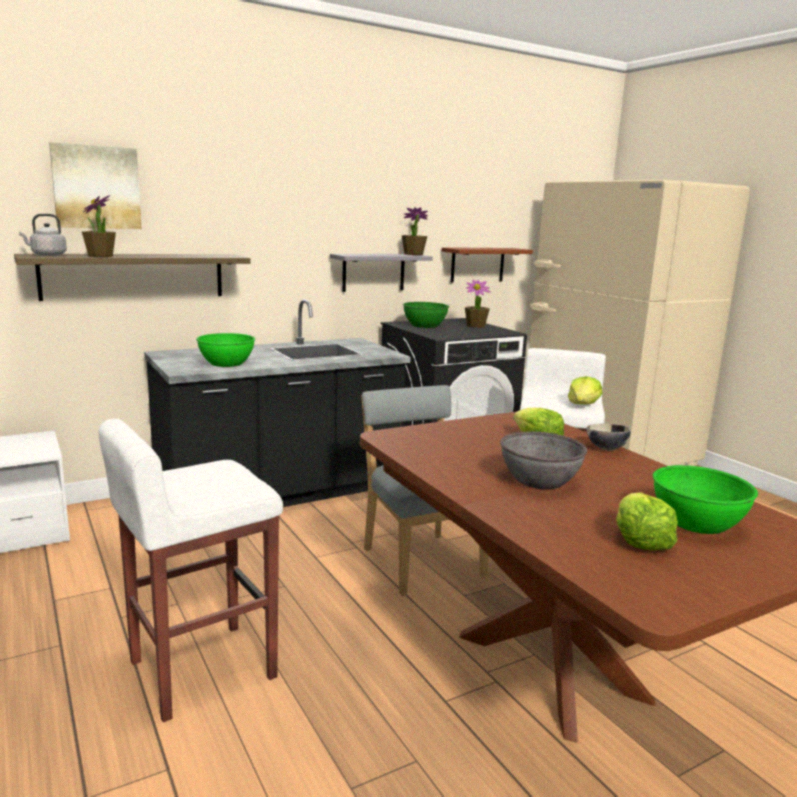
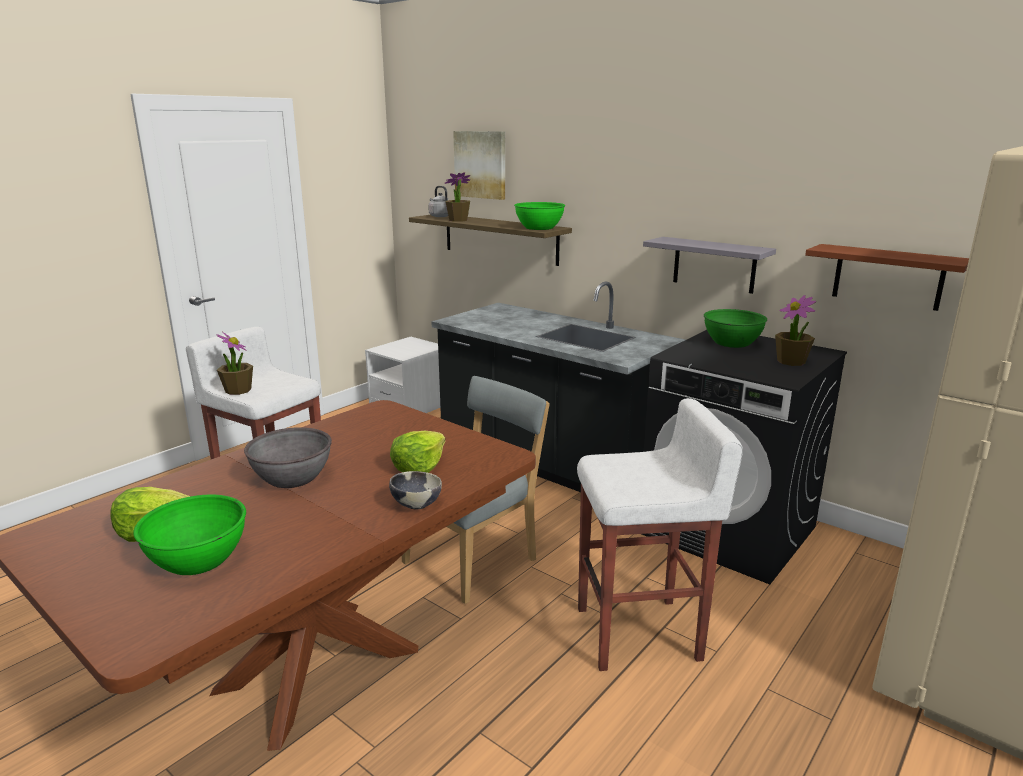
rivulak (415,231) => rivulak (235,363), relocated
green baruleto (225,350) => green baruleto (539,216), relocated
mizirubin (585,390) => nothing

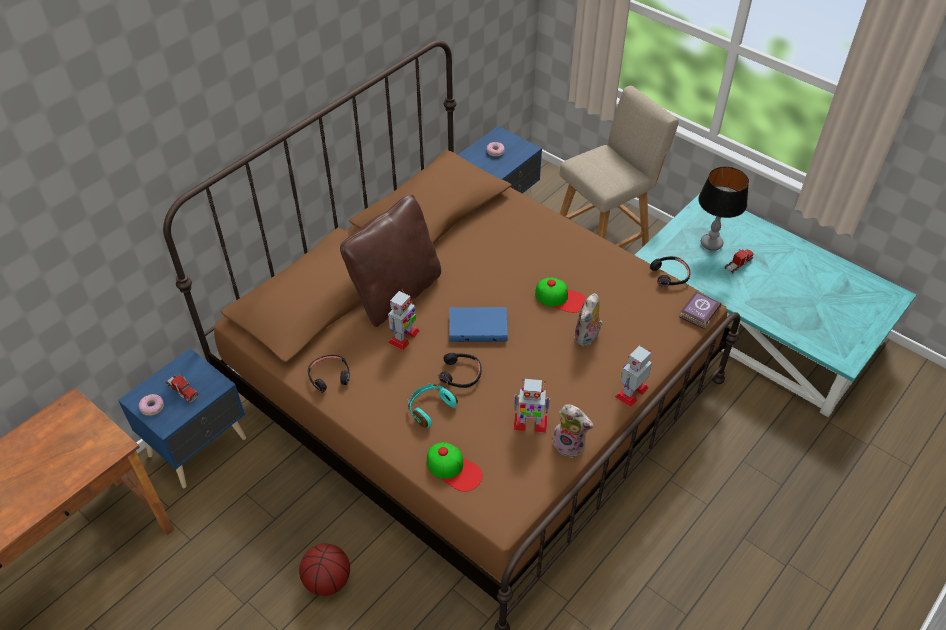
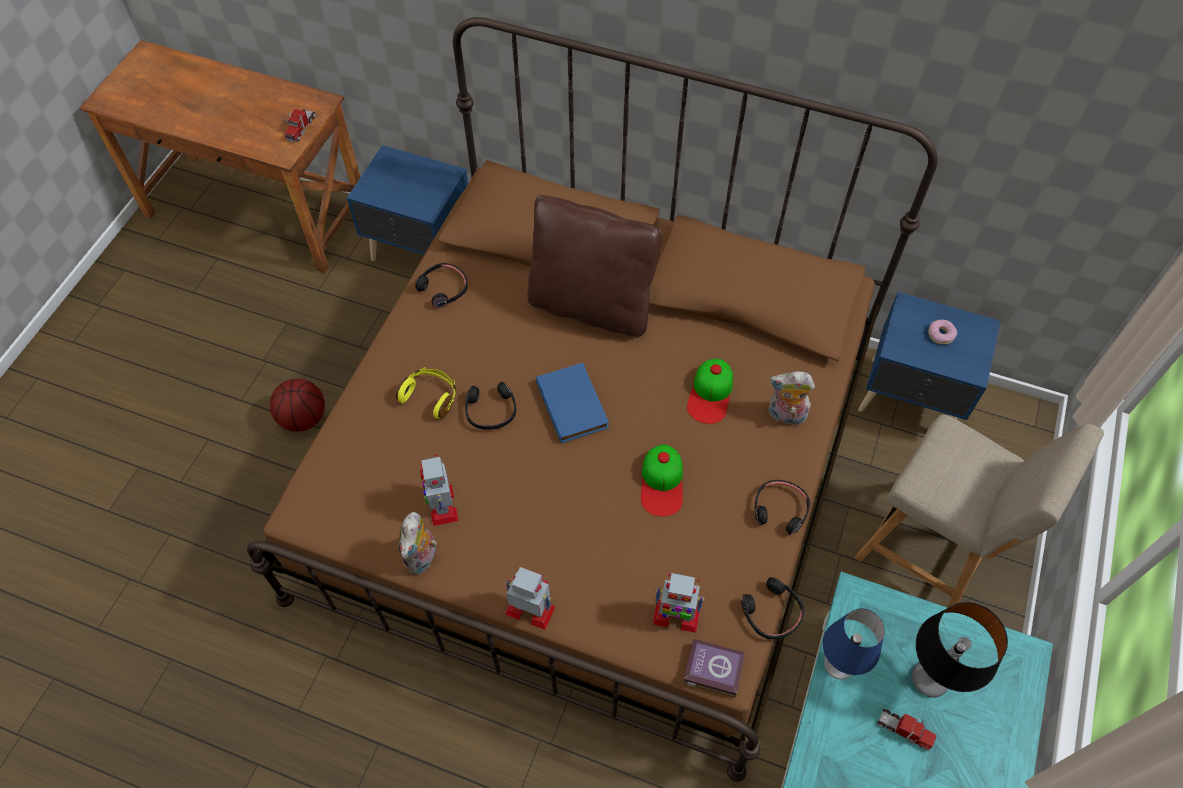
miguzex (182,389) => miguzex (300,125), relocated
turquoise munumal (433,406) => yellow munumal (426,393)
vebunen (404,319) => vebunen (678,603), relocated
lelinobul (455,467) => lelinobul (710,391), relocated
nothing => black munumal (782,507)
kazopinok (588,320) => kazopinok (792,399), relocated
nothing => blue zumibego (854,644)
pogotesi (151,405) => nothing

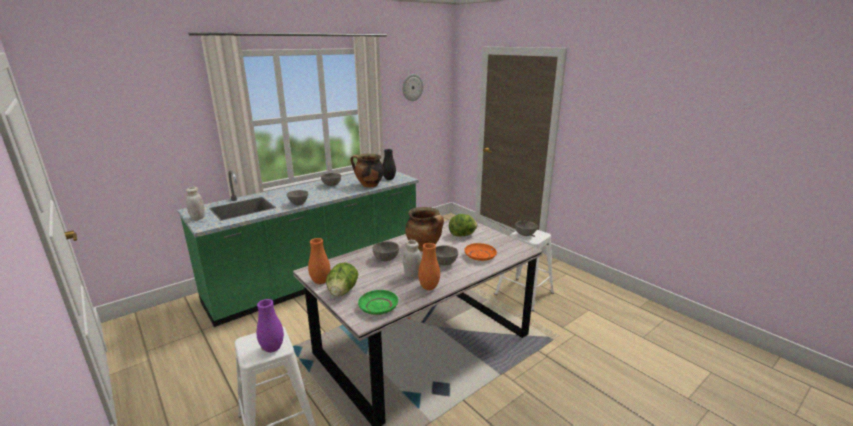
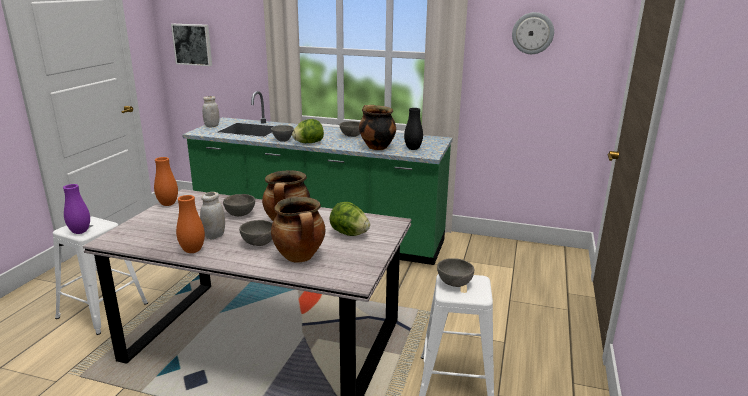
nothing => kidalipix (191,45)
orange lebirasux (480,252) => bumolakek (298,230)
mizirubin (342,279) => mizirubin (308,131), relocated
green lebirasux (378,302) => nothing

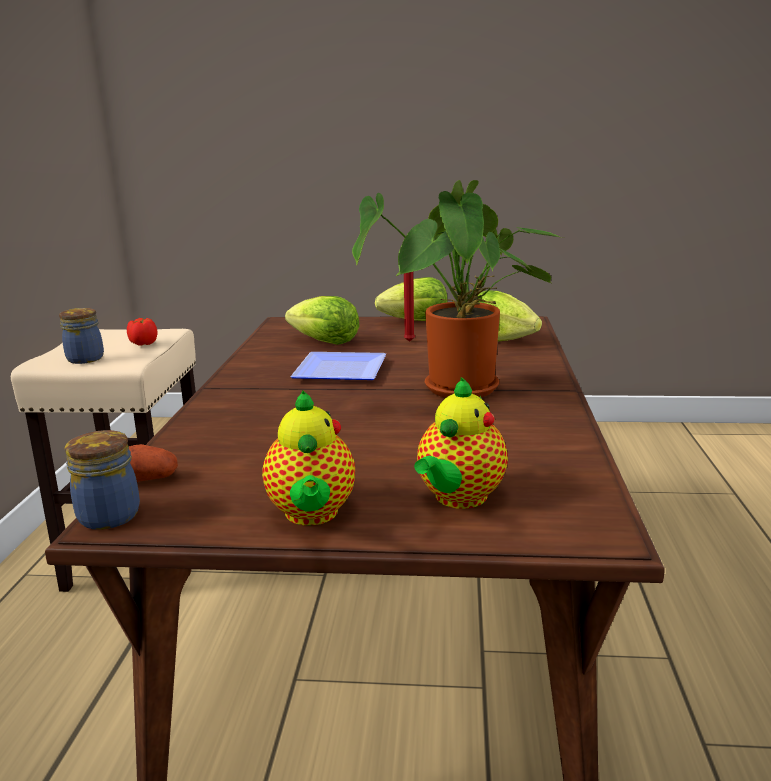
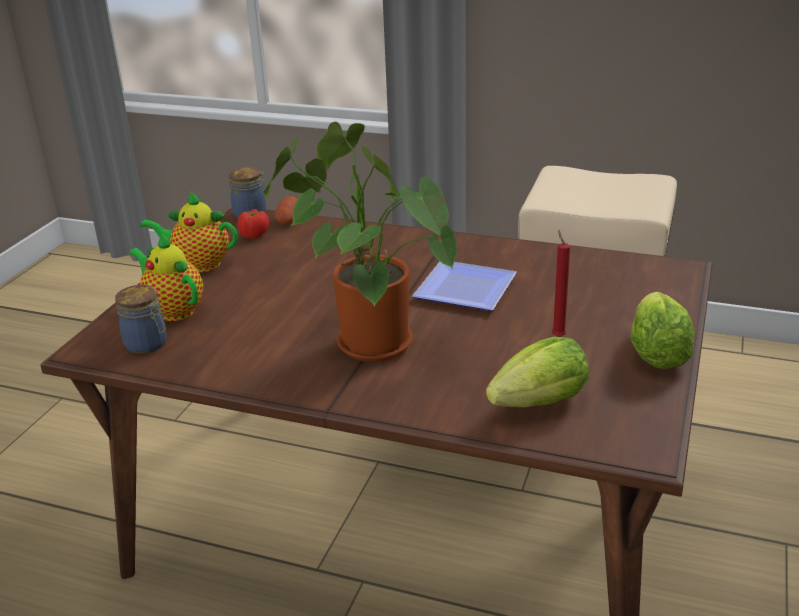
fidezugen (81,336) => fidezugen (141,319), relocated
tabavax (142,332) => tabavax (253,224), relocated
mizirubin (322,320) => nothing

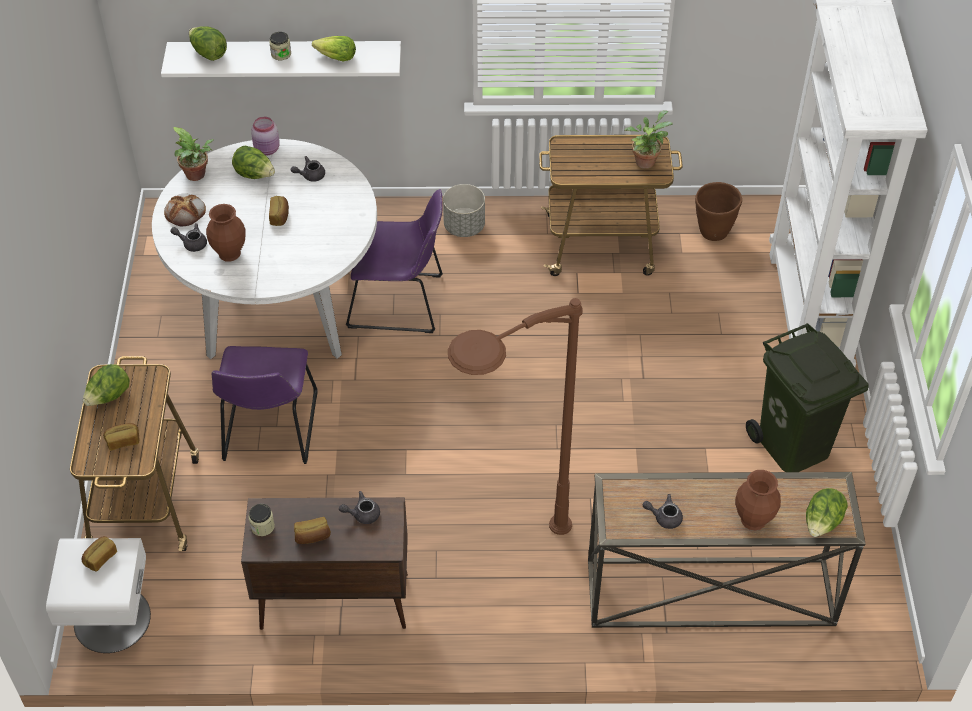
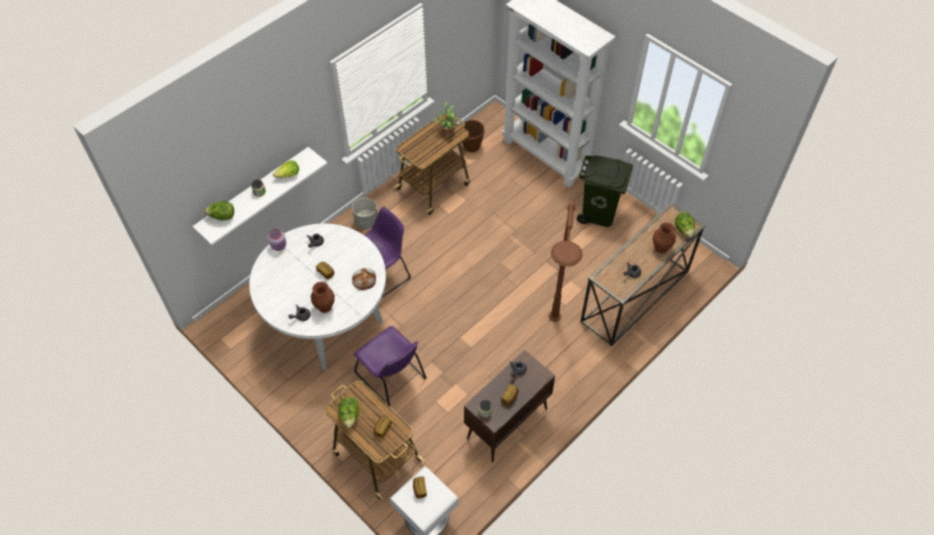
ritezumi (185,209) => ritezumi (364,279), relocated
rivulak (193,154) => nothing
mizirubin (253,162) => nothing

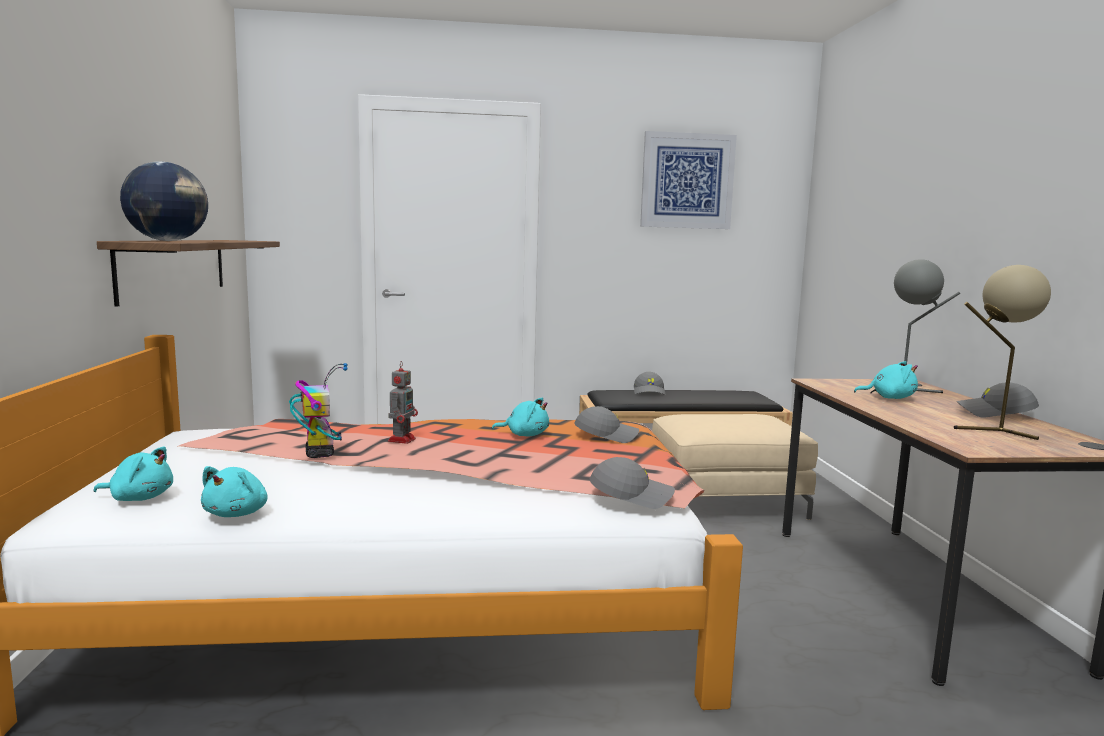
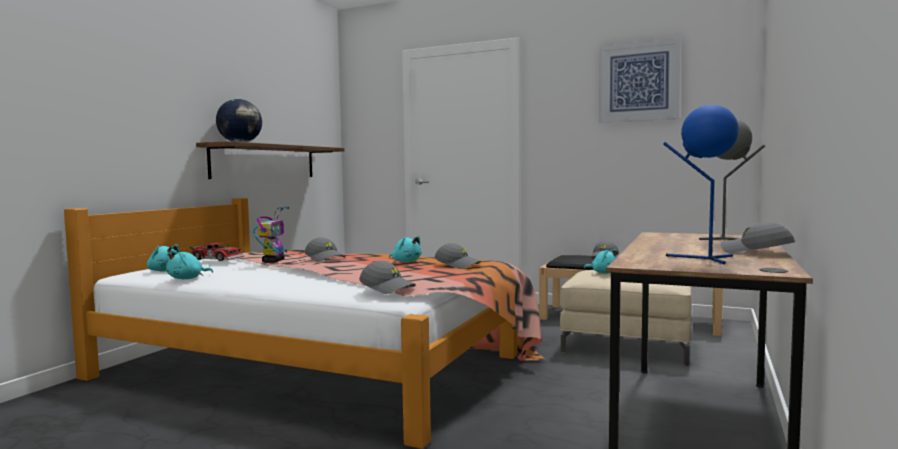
nothing => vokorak (217,251)
vebunen (403,402) => grey lelinobul (325,249)
turquoise kazopinok (886,380) => turquoise kazopinok (600,261), relocated
beige zumibego (1002,352) => blue zumibego (701,184)

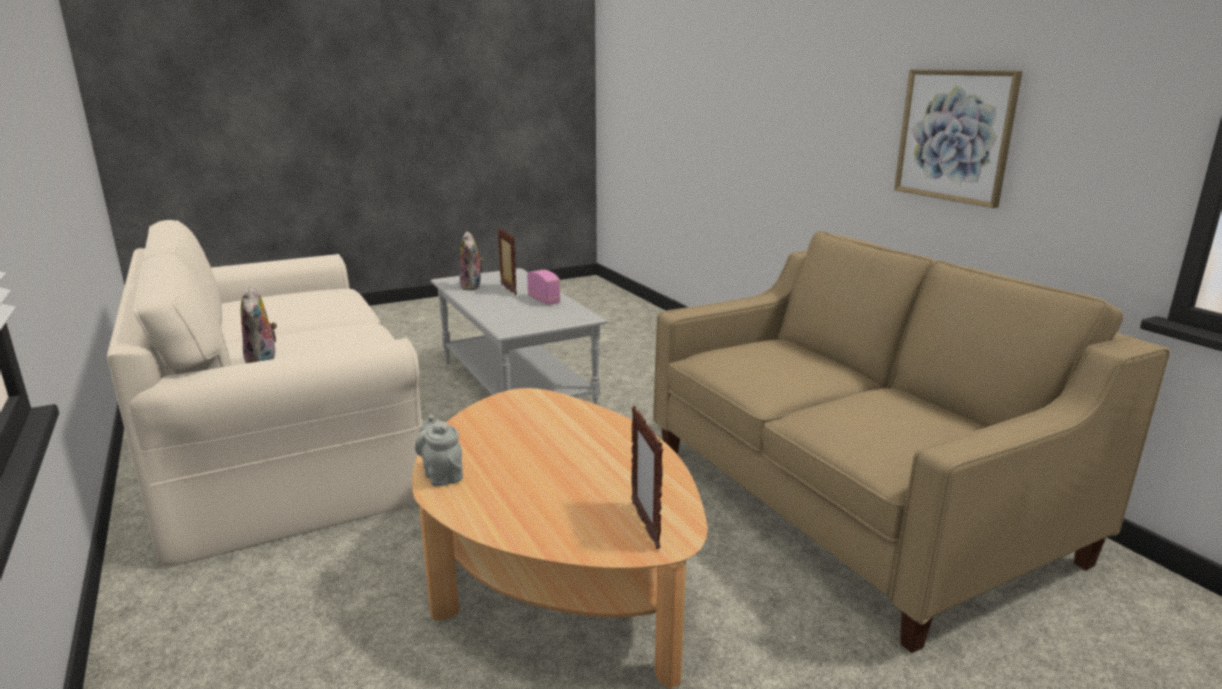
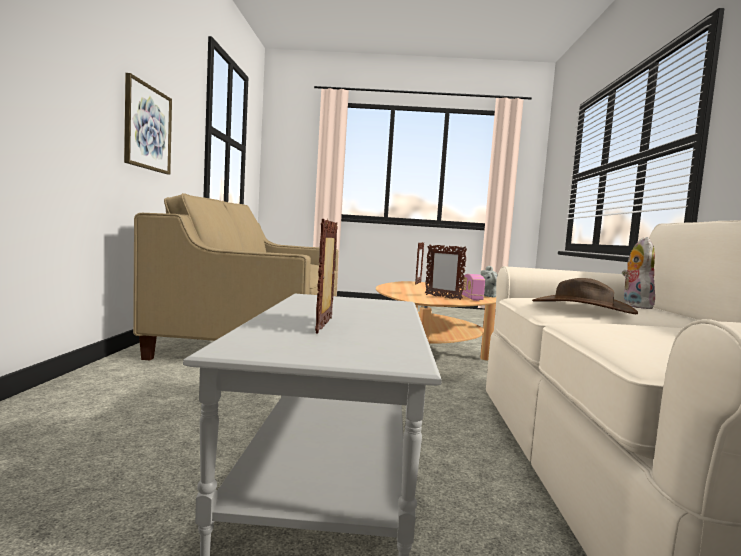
nothing => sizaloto (446,272)
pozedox (543,287) => pozedox (473,287), relocated
nothing => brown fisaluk (585,296)
kazopinok (471,260) => nothing

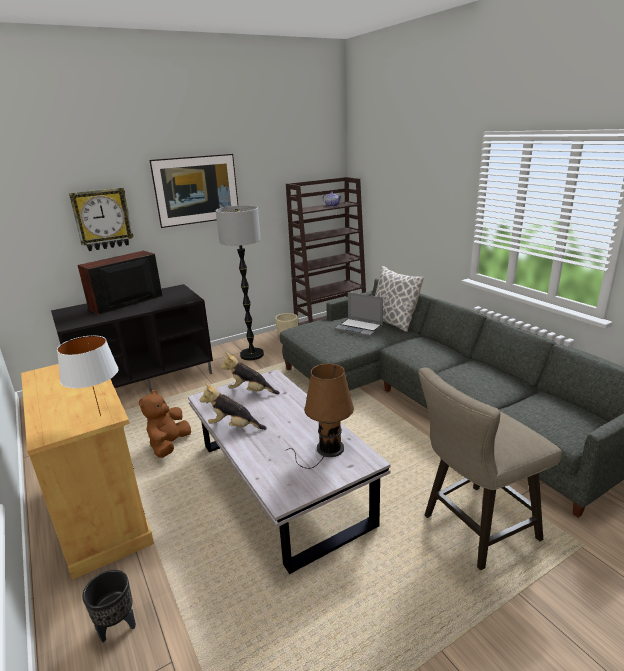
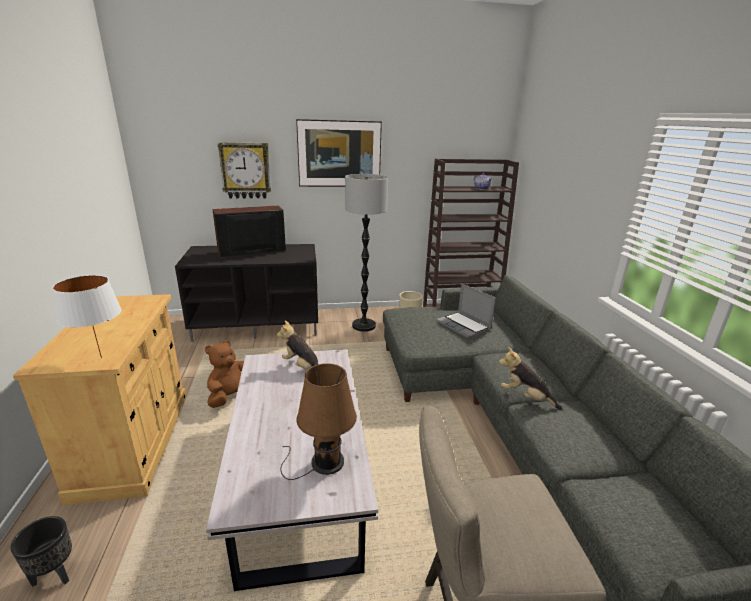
kazopinok (233,406) => kazopinok (530,378), relocated
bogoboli (399,299) => nothing

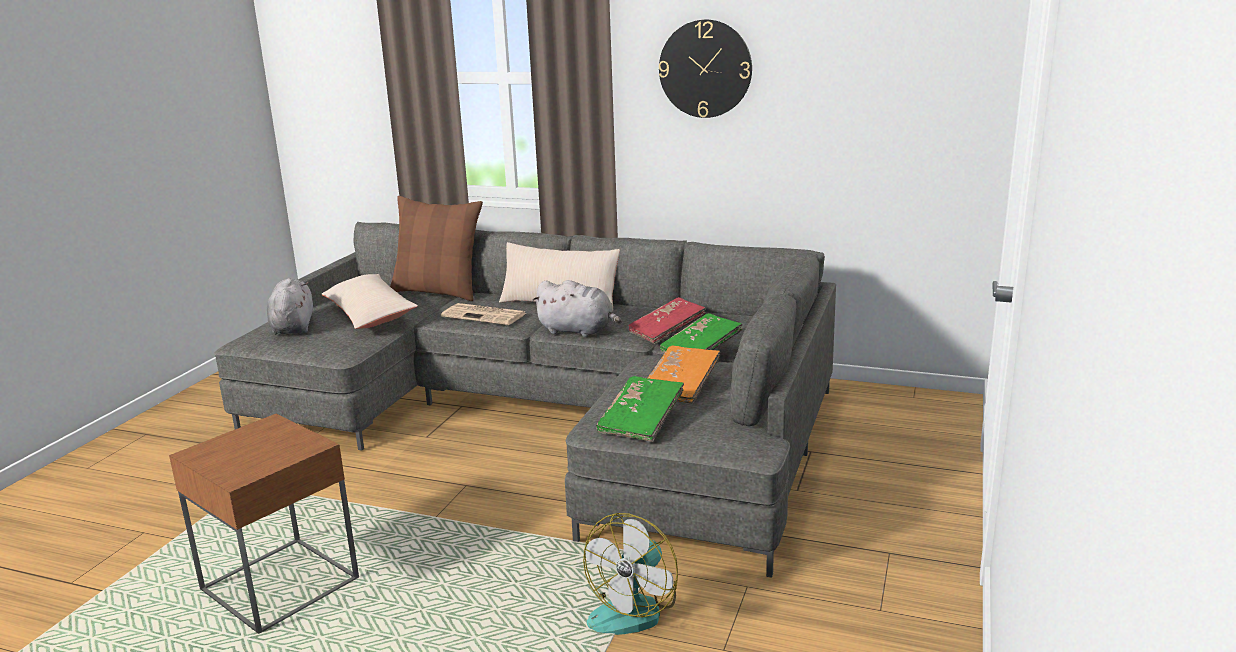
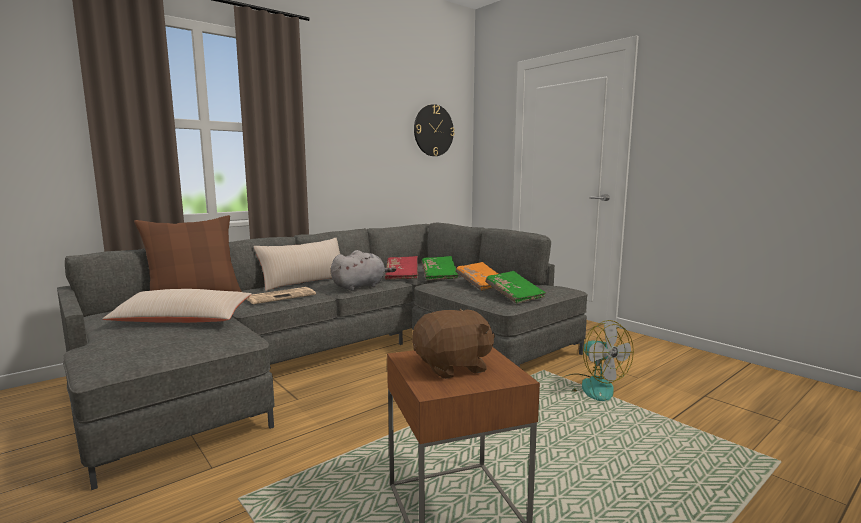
nothing => brown kazopinok (453,343)
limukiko (705,69) => limukiko (434,130), relocated
grey kazopinok (290,306) => nothing

